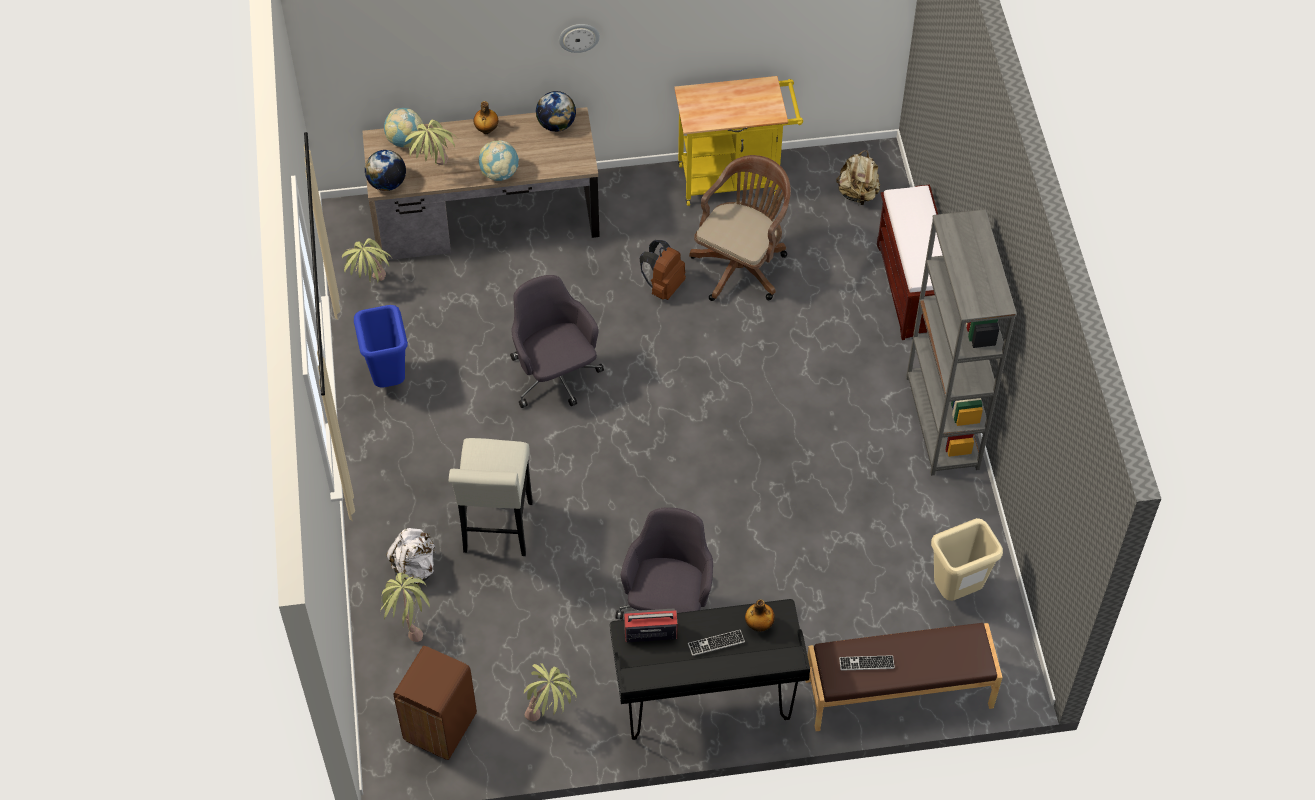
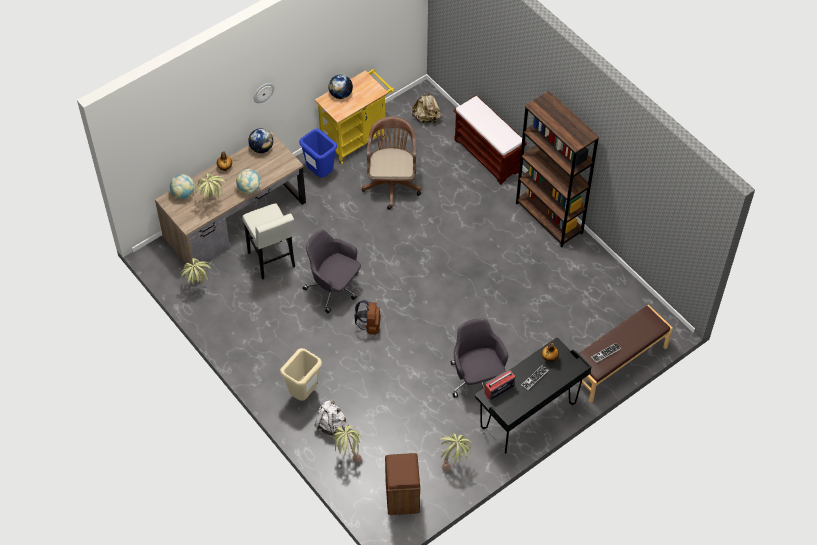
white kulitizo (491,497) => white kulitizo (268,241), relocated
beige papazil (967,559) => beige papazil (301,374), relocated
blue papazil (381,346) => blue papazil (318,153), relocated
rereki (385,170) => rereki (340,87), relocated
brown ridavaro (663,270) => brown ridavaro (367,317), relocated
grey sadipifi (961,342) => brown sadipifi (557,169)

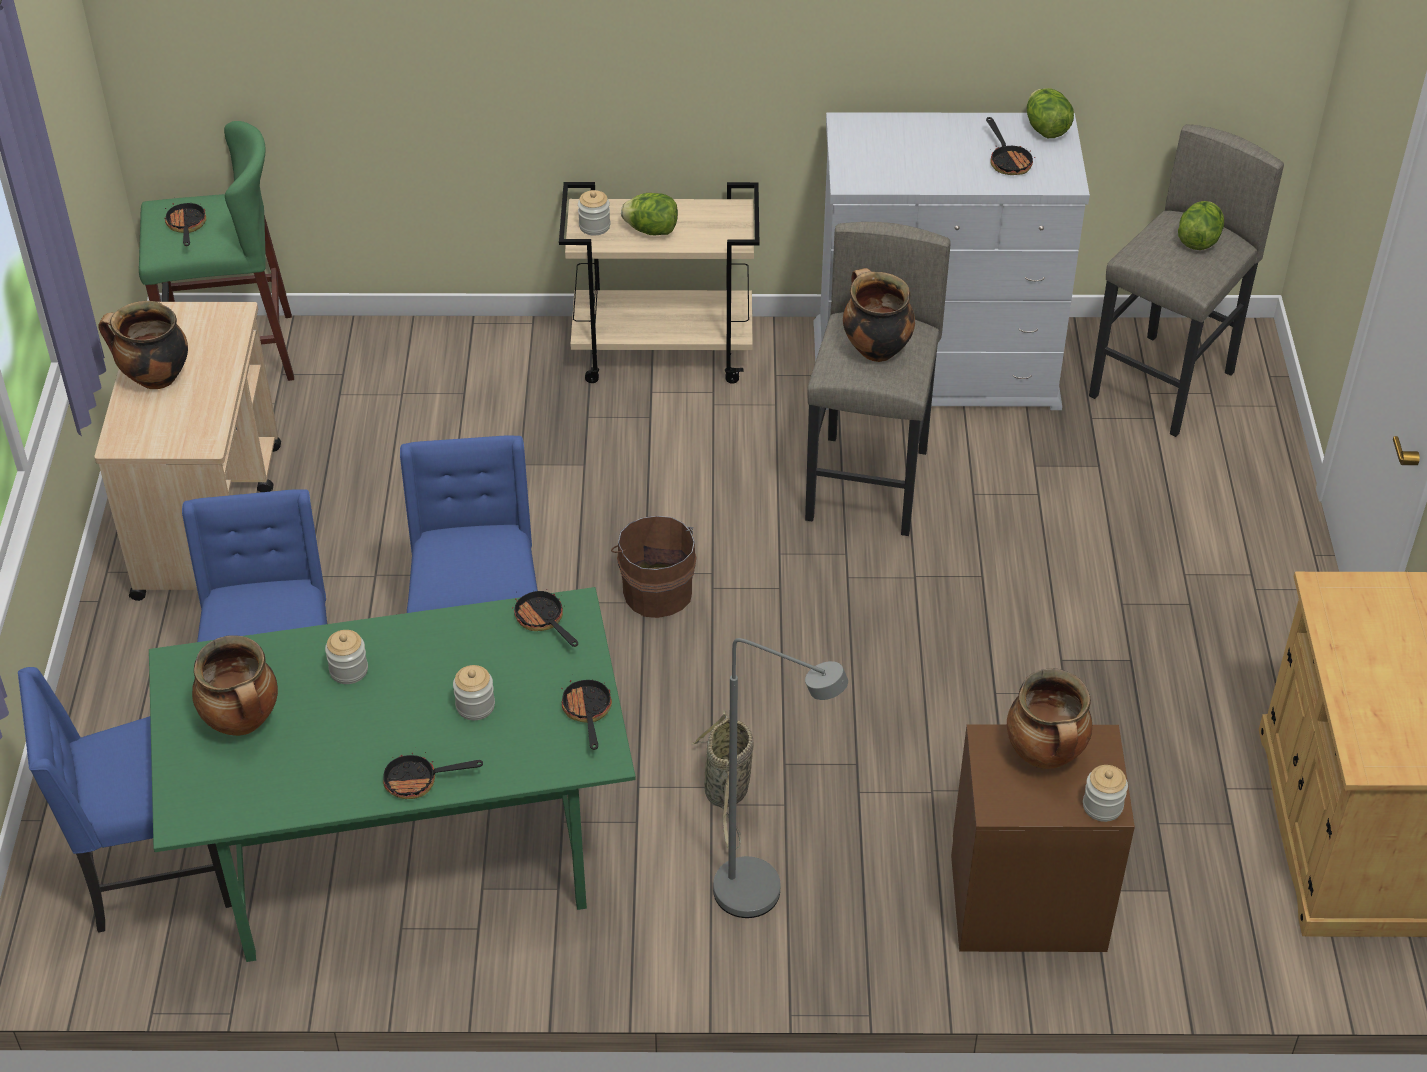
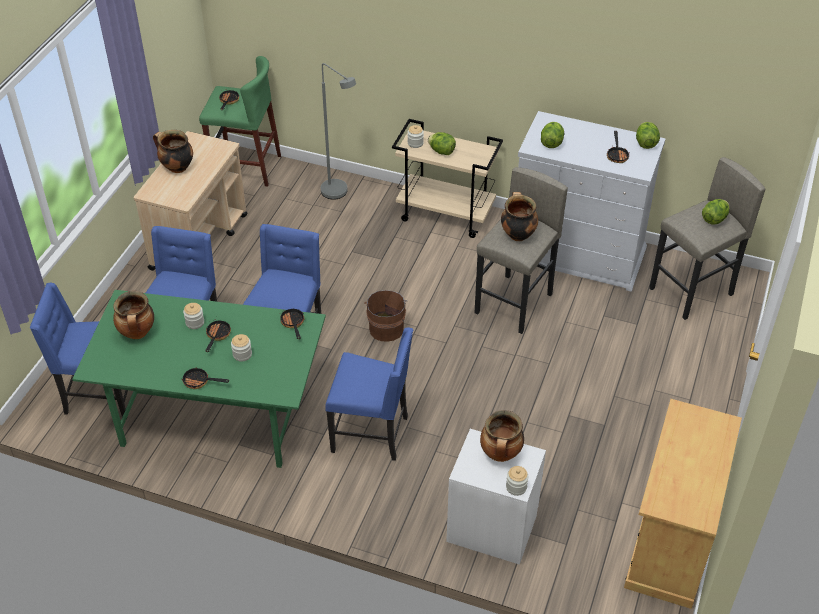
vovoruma (586,712) => vovoruma (218,335), relocated
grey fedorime (780,778) => grey fedorime (338,131), relocated
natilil (722,780) => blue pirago (369,394)
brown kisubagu (1043,838) => white kisubagu (496,497)
nothing => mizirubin (552,135)

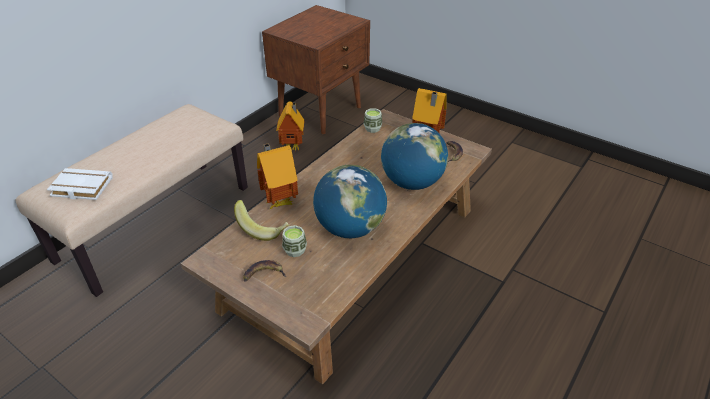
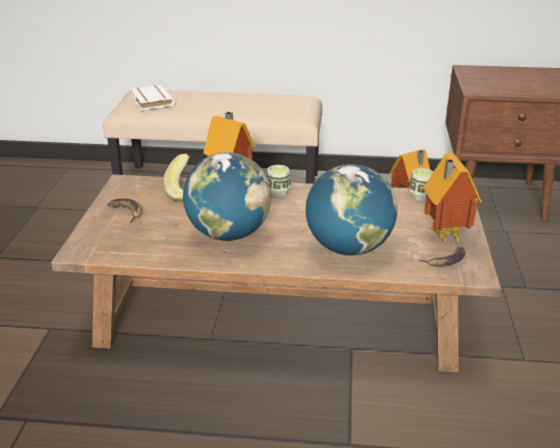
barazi (294,241) => barazi (278,181), relocated

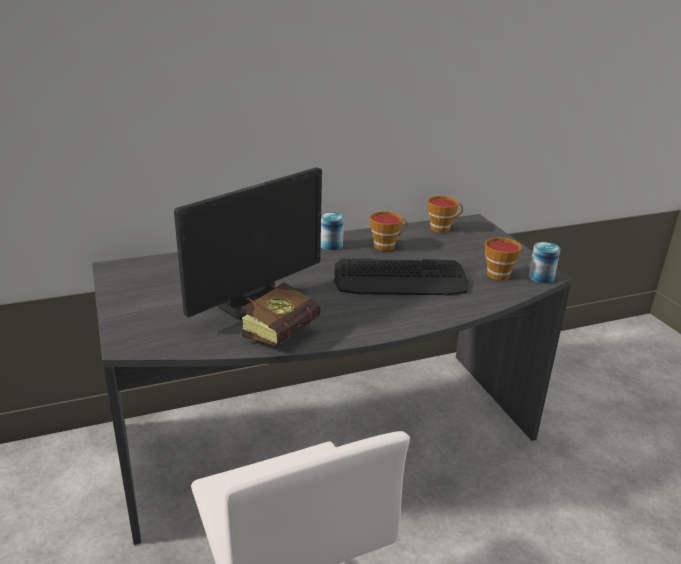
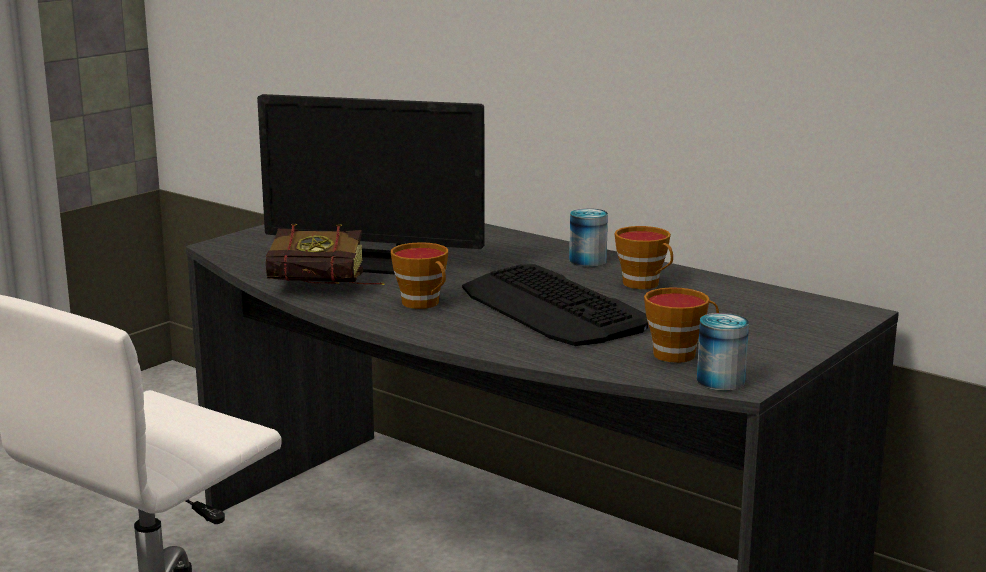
barazi (445,214) => barazi (419,275), relocated

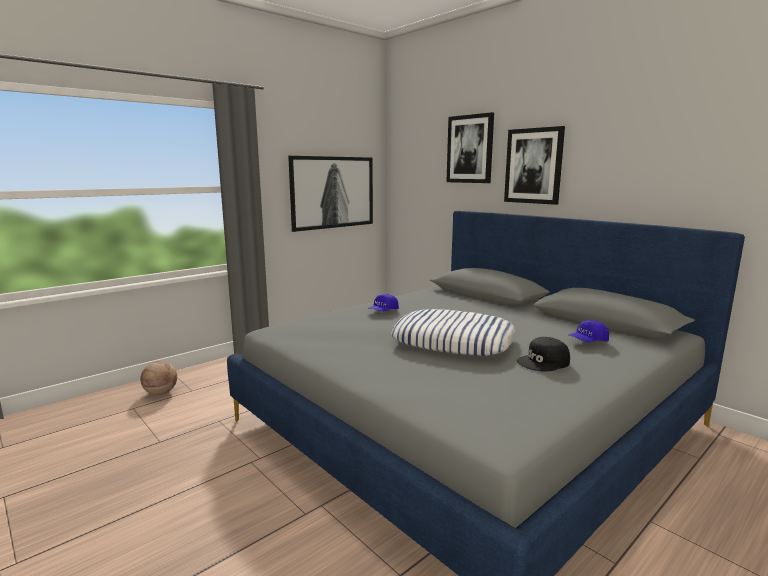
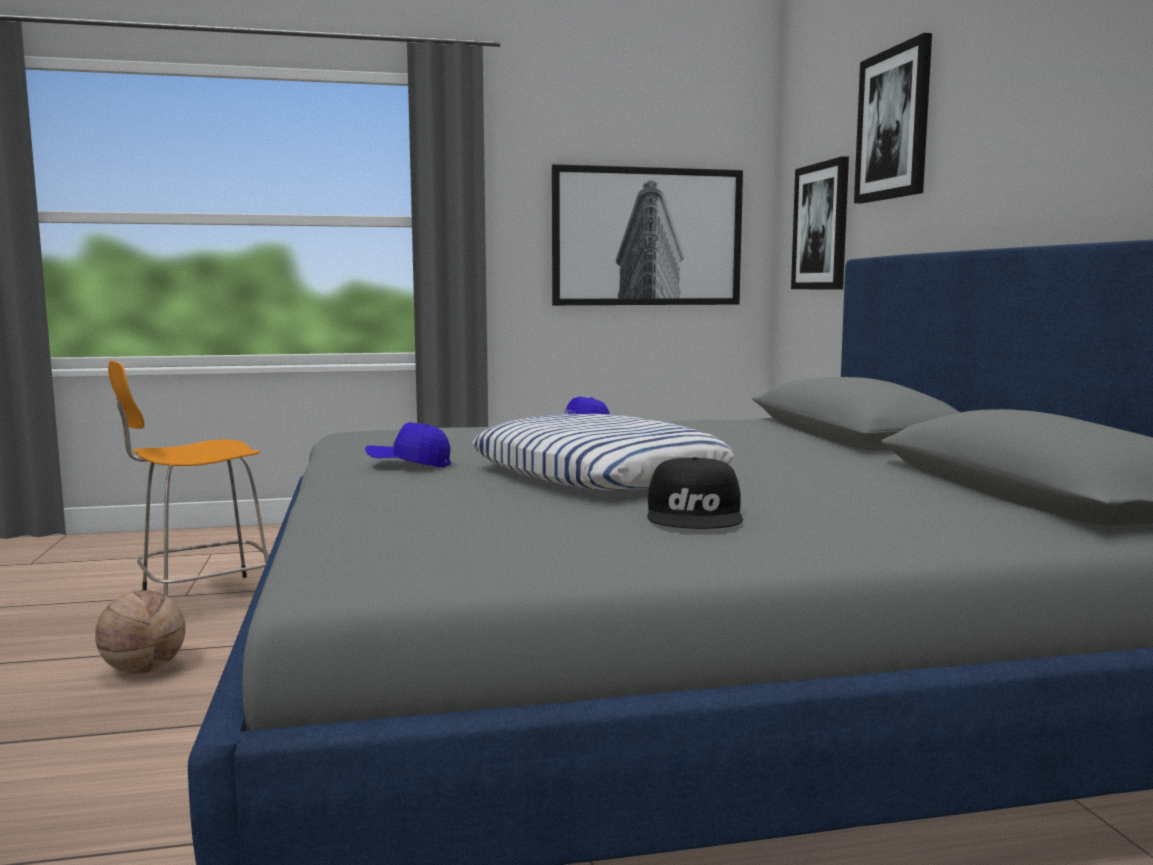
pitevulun (158,378) => pitevulun (140,632), relocated
nothing => orange kulitizo (189,478)
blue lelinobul (589,331) => blue lelinobul (408,445), relocated
black lelinobul (543,354) => black lelinobul (695,493), 90 degrees counterclockwise
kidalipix (534,165) => kidalipix (820,223), relocated

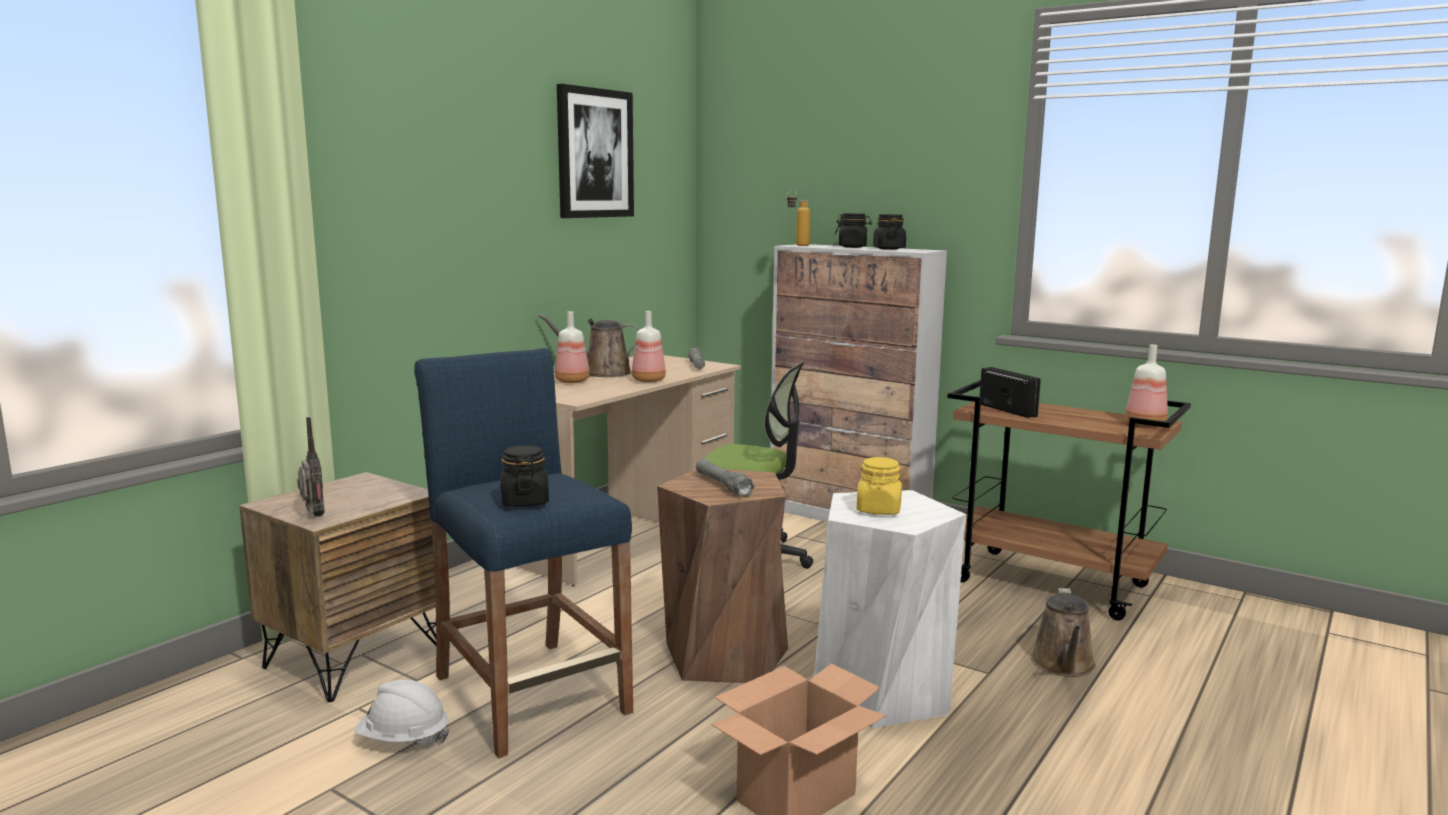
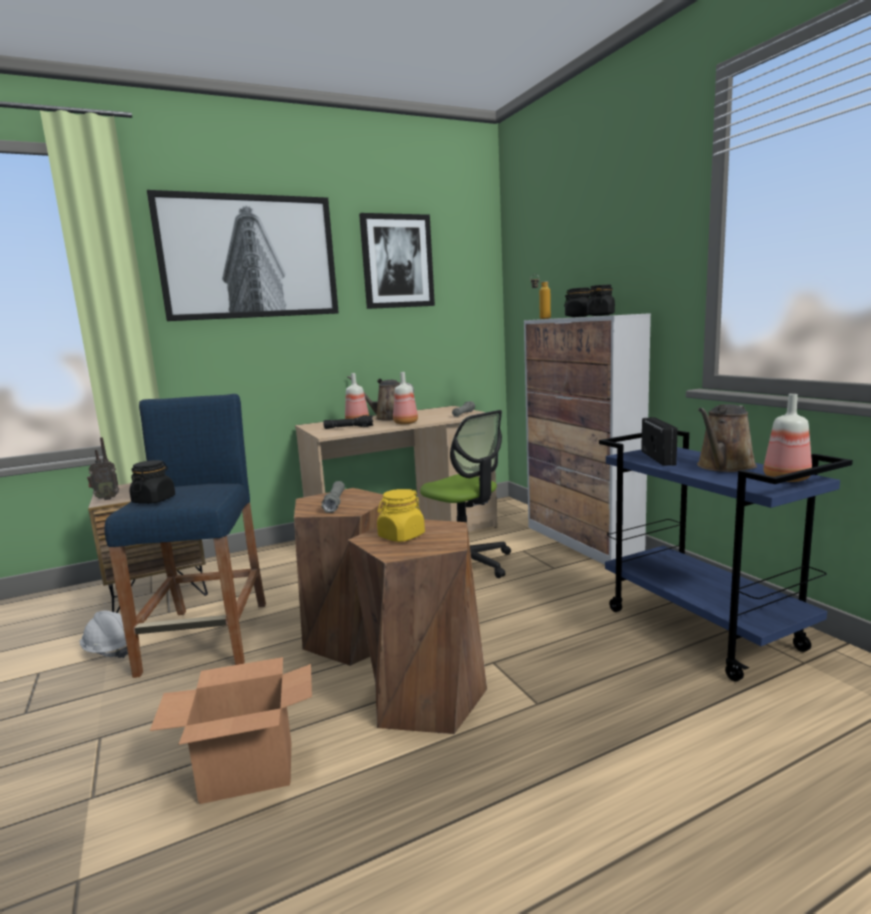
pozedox (310,467) => pozedox (103,468), 75 degrees clockwise
nothing => kidalipix (243,255)
nothing => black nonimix (348,422)
white kulitizo (890,609) => brown kulitizo (417,626)
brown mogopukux (1069,500) => blue mogopukux (726,556)
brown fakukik (1063,632) => brown fakukik (727,438), relocated

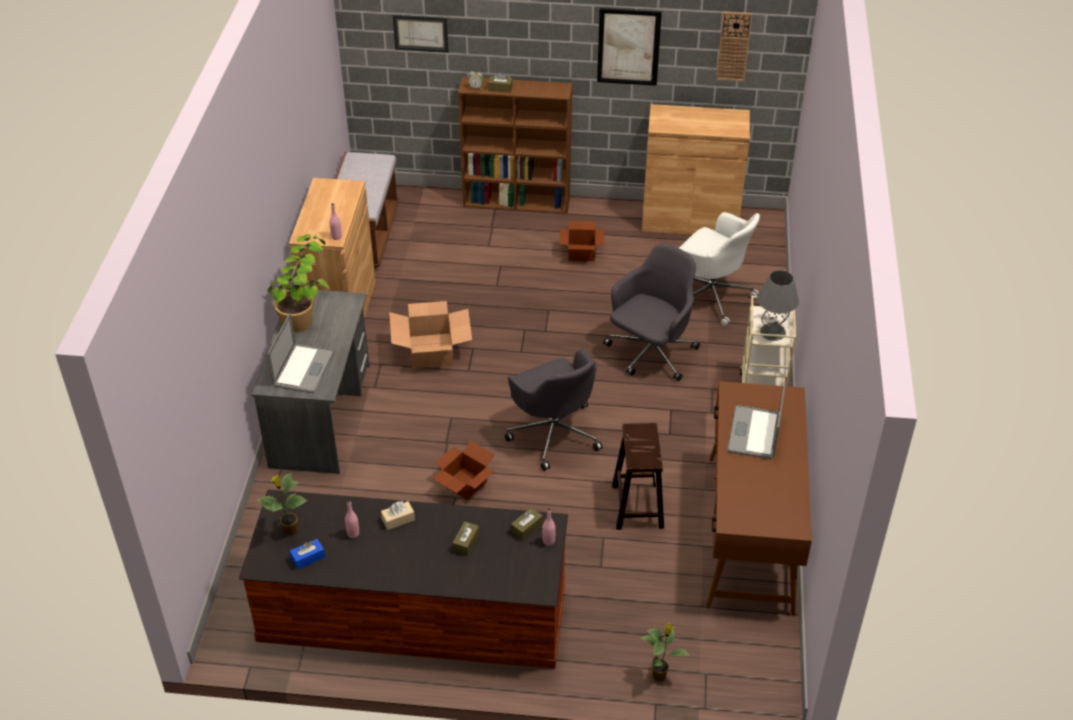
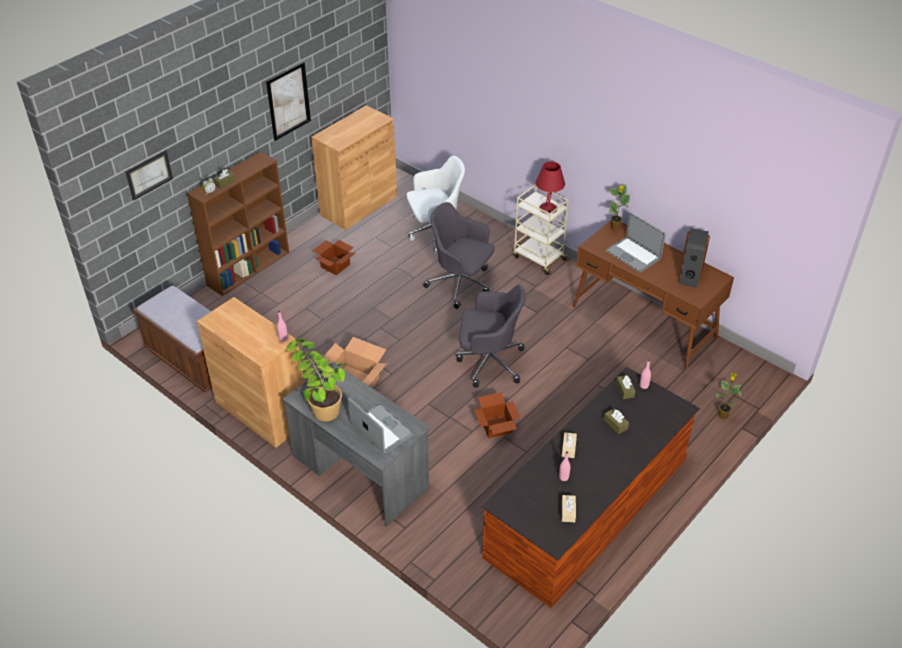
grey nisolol (651,312) => grey nisolol (458,255), 45 degrees counterclockwise
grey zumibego (778,305) => red zumibego (550,187)
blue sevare (307,554) => beige sevare (569,508)
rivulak (282,504) => rivulak (619,207), relocated
nothing => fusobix (694,258)
brown kulitizo (638,476) => nothing
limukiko (734,46) => nothing

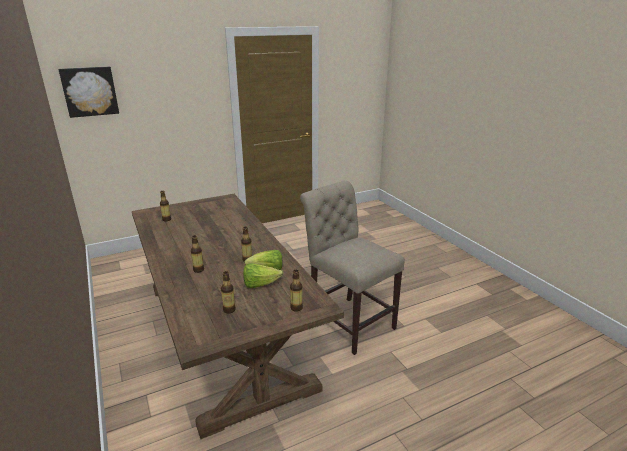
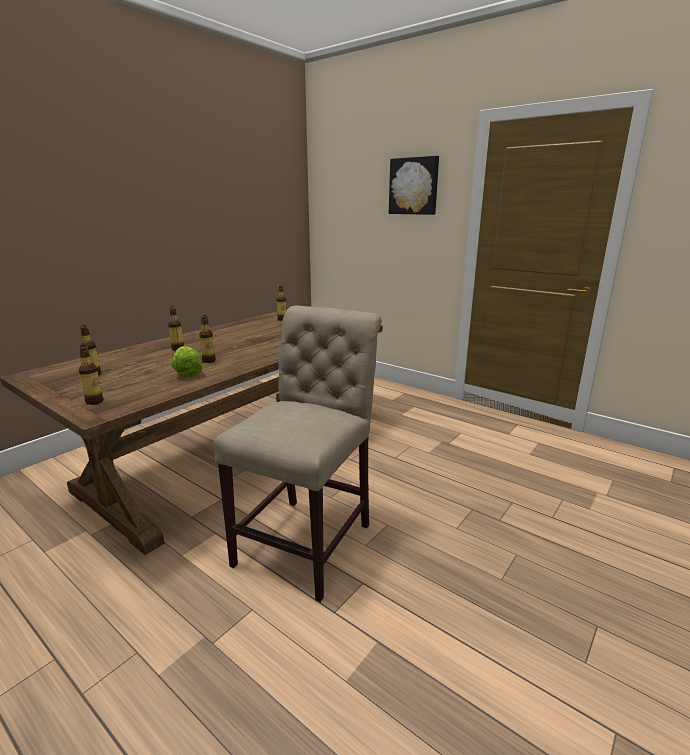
kidalipix (89,92) => kidalipix (414,185), relocated
mizirubin (263,275) => nothing

